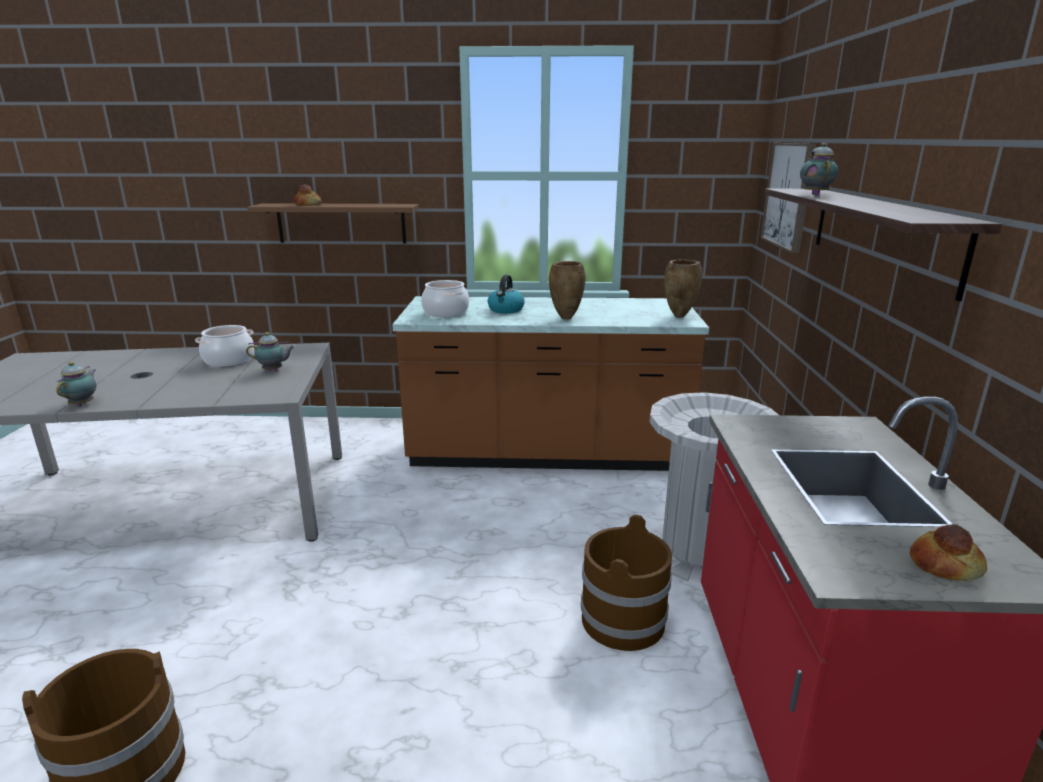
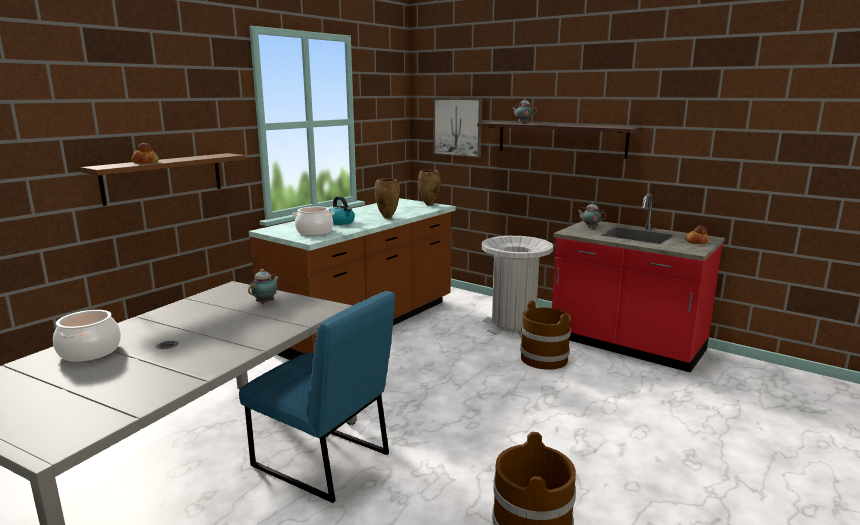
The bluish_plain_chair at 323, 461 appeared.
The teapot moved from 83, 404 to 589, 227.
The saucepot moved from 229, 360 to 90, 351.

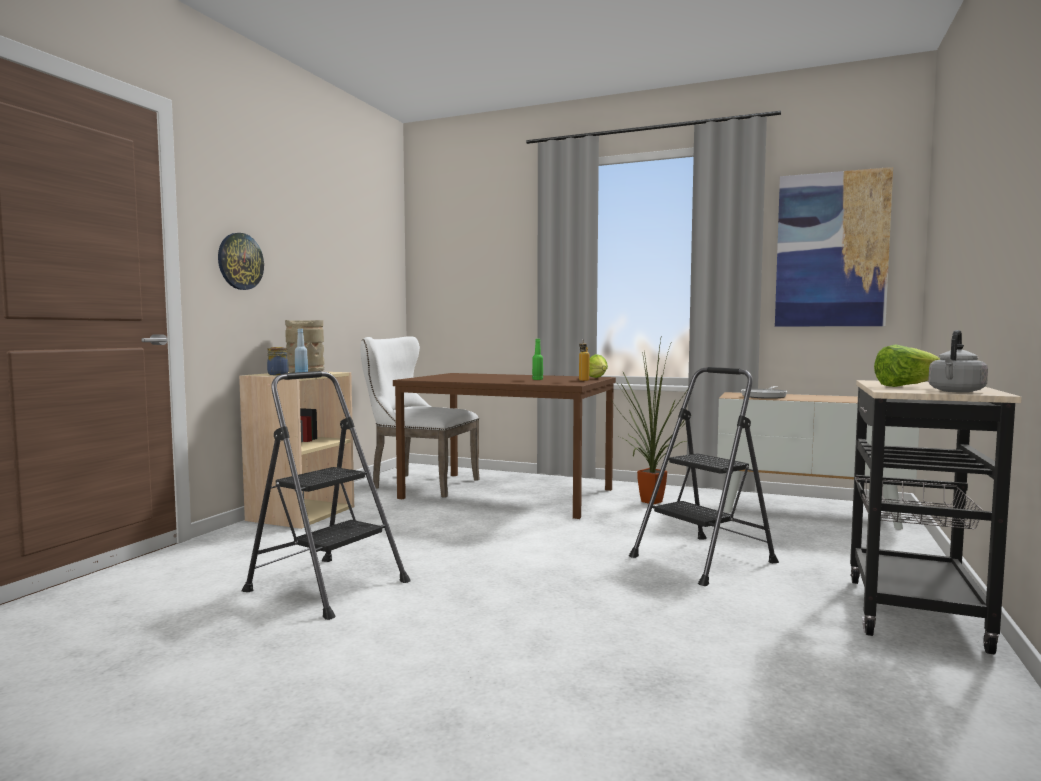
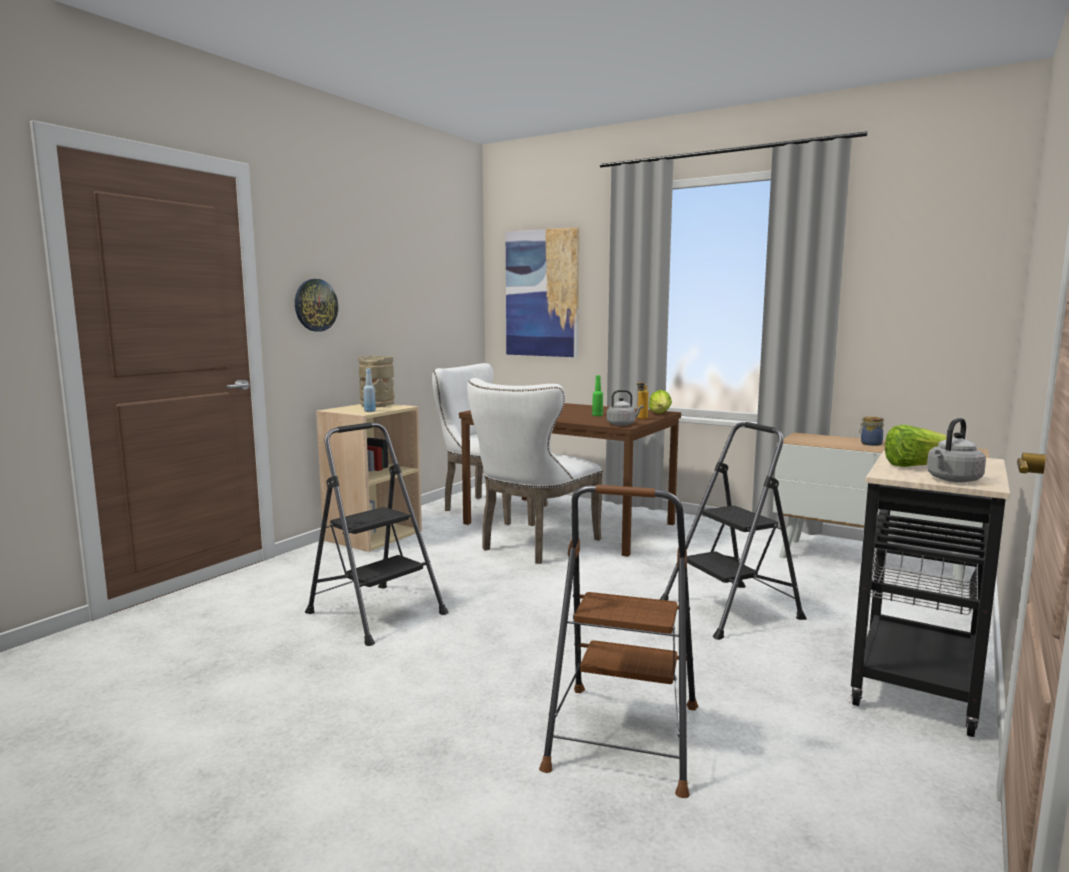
The plant_in_a_pot at 648, 502 disappeared.
The frying_pan at 765, 396 disappeared.
The white_plain_chair at 534, 545 appeared.
The brownish_step_ladder at 623, 738 appeared.
The gray_kettle at 622, 424 appeared.
The jar moved from 277, 374 to 870, 444.
The picture moved from 831, 250 to 542, 293.

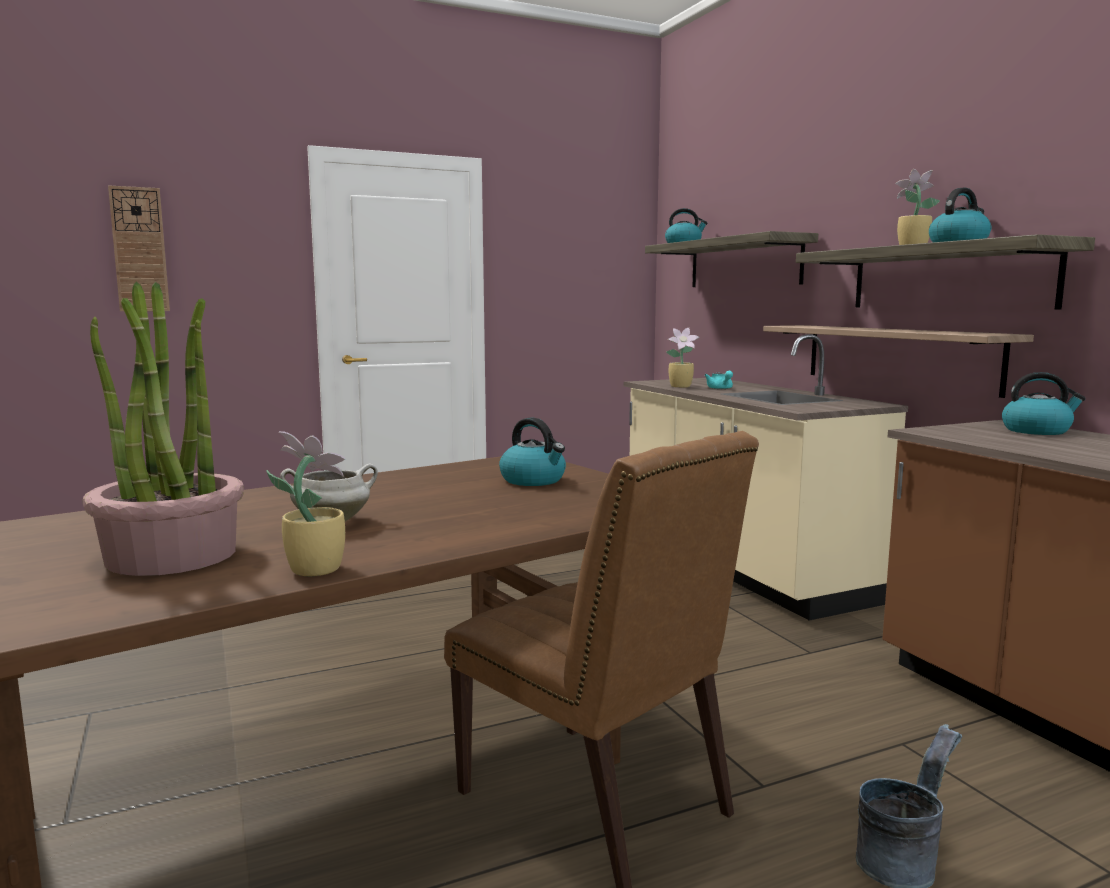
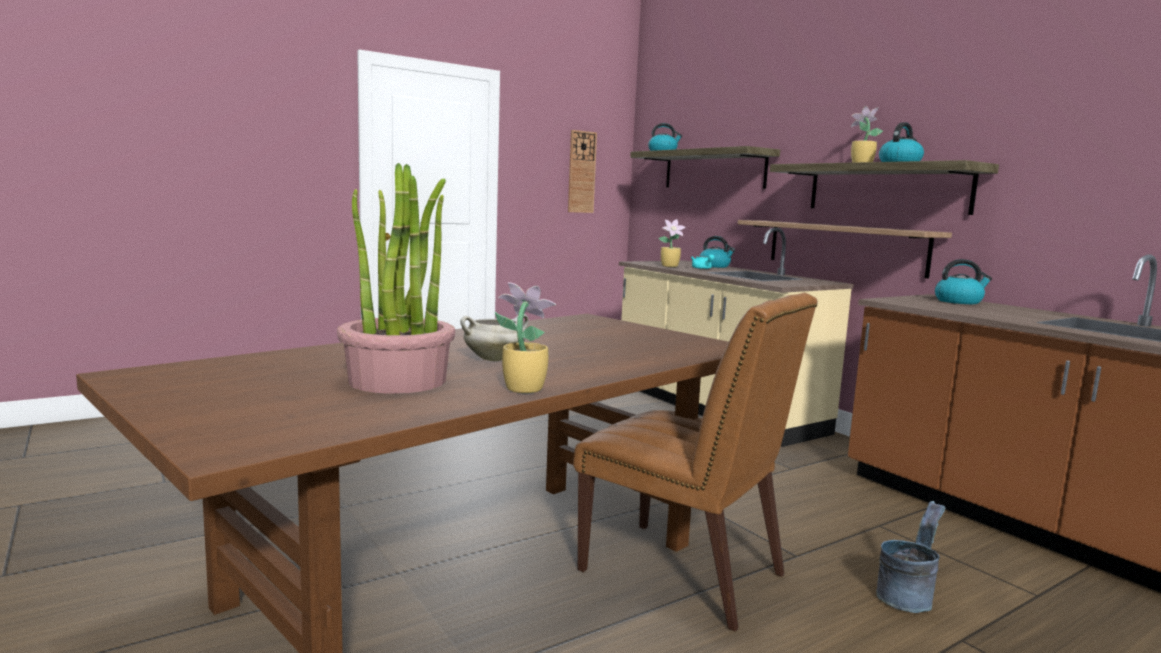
The wall_clock moved from 139, 250 to 581, 172.
The kettle moved from 534, 480 to 715, 266.

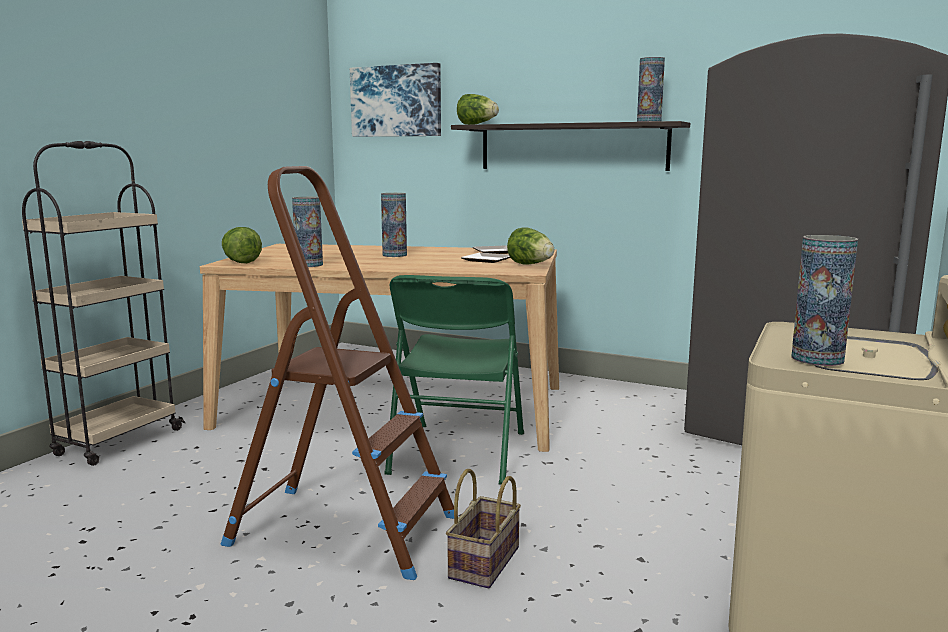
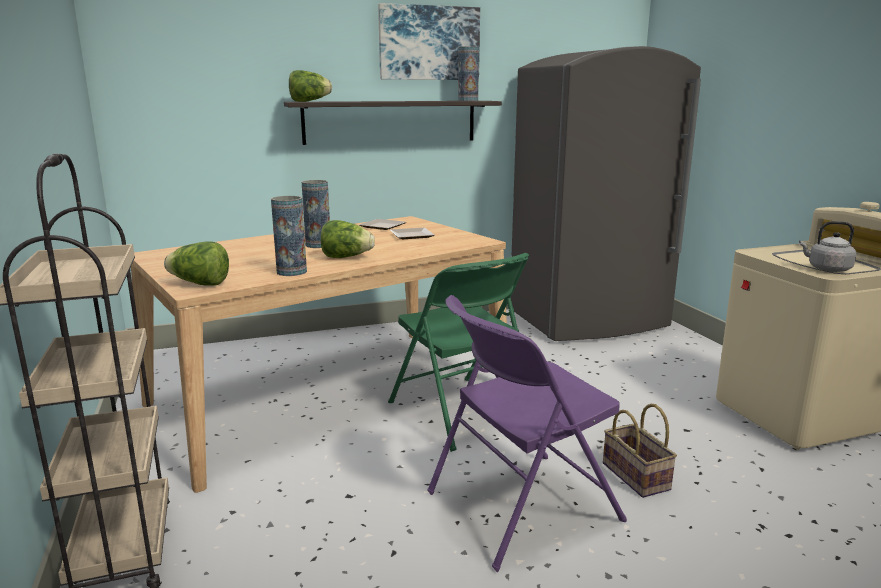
The picture moved from 396, 101 to 429, 43.
The lettuce_head moved from 531, 265 to 346, 257.
The brownish_step_ladder at 346, 530 was replaced by the purple_plain_chair at 522, 506.
The vase at 817, 359 was replaced by the gray_kettle at 826, 269.

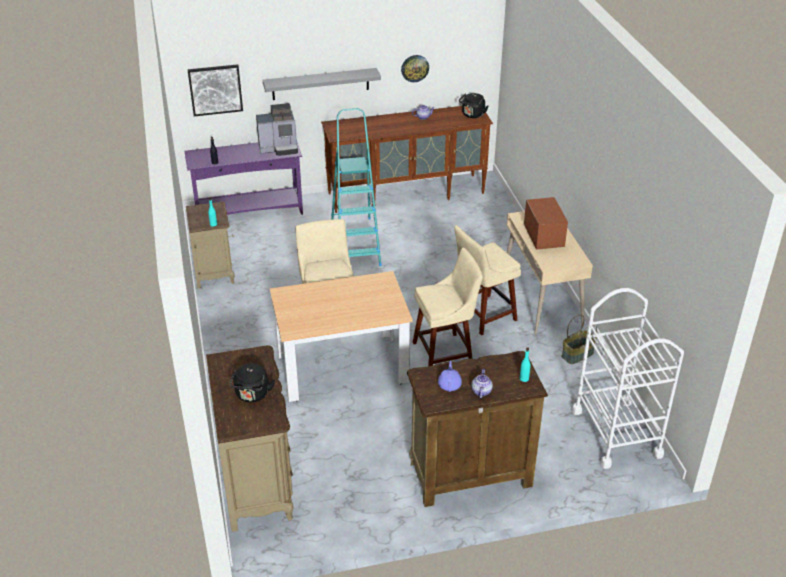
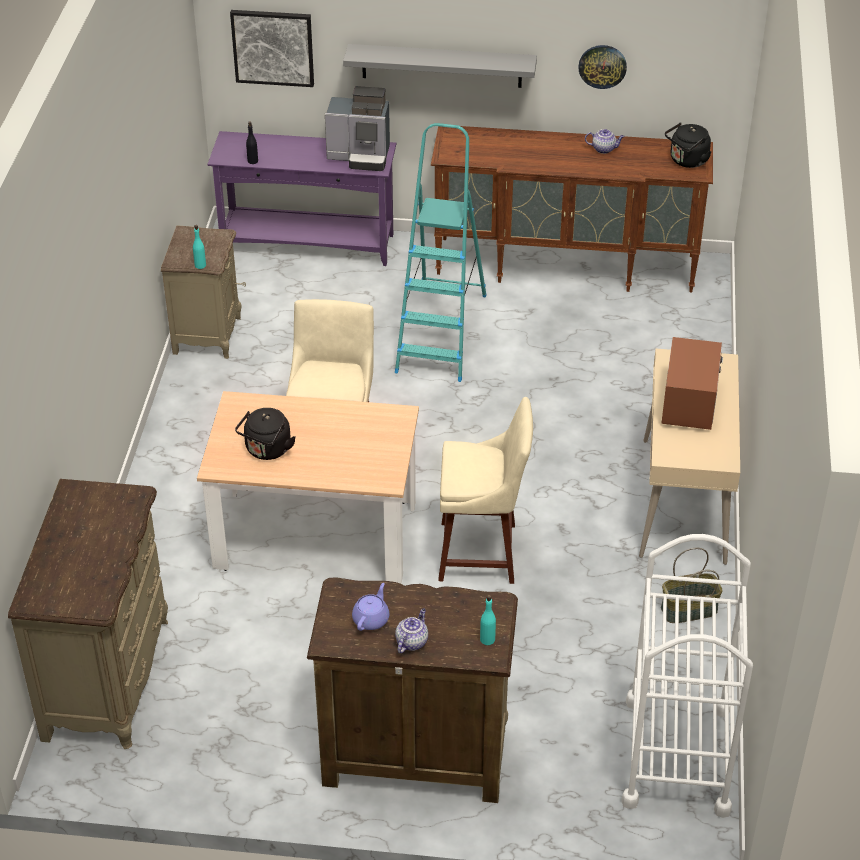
The beige_plain_chair at 481, 315 disappeared.
The blackish_kettle moved from 252, 395 to 267, 450.

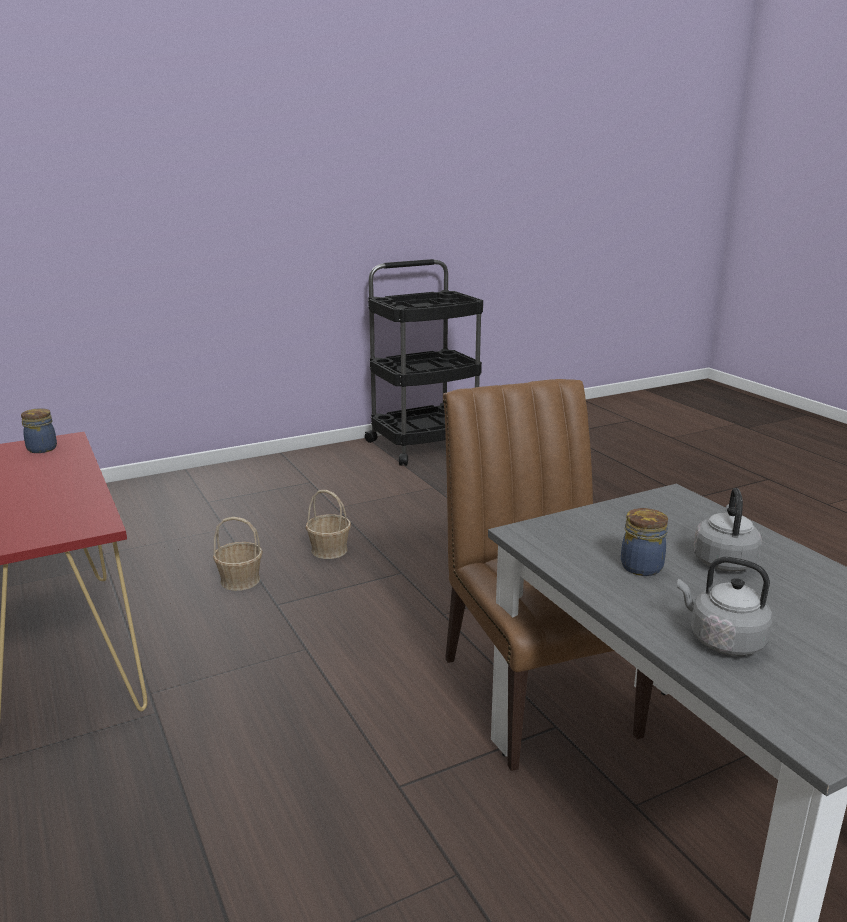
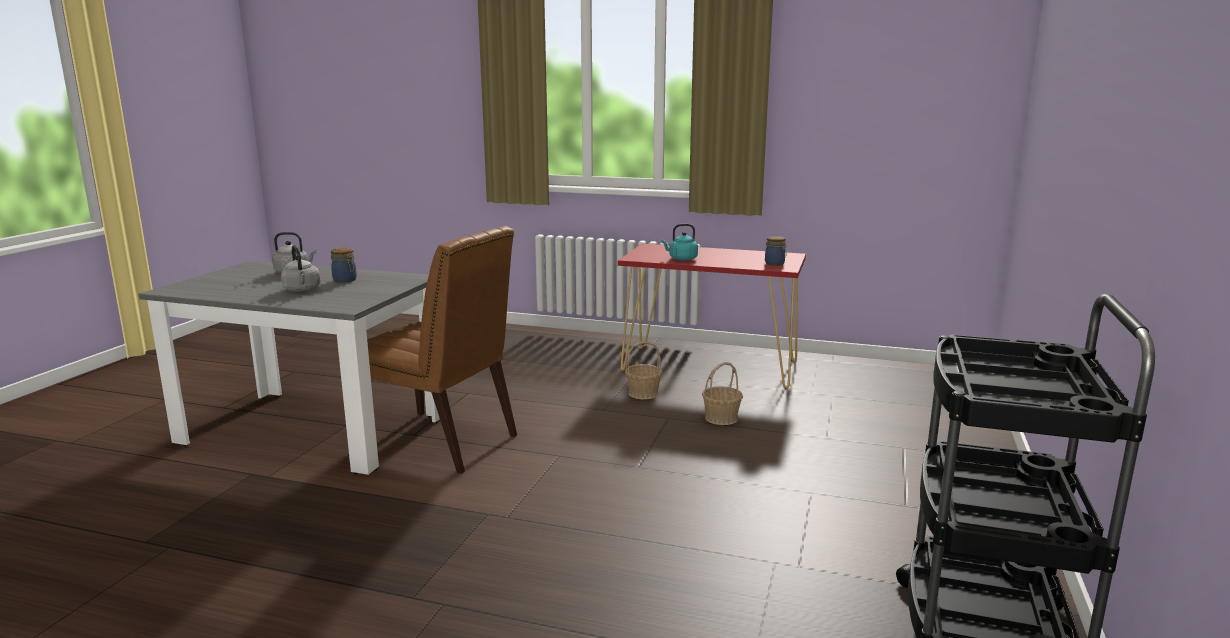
The turquoise-coloured_kettle at 681, 259 appeared.
The storage_basket moved from 329, 550 to 643, 393.

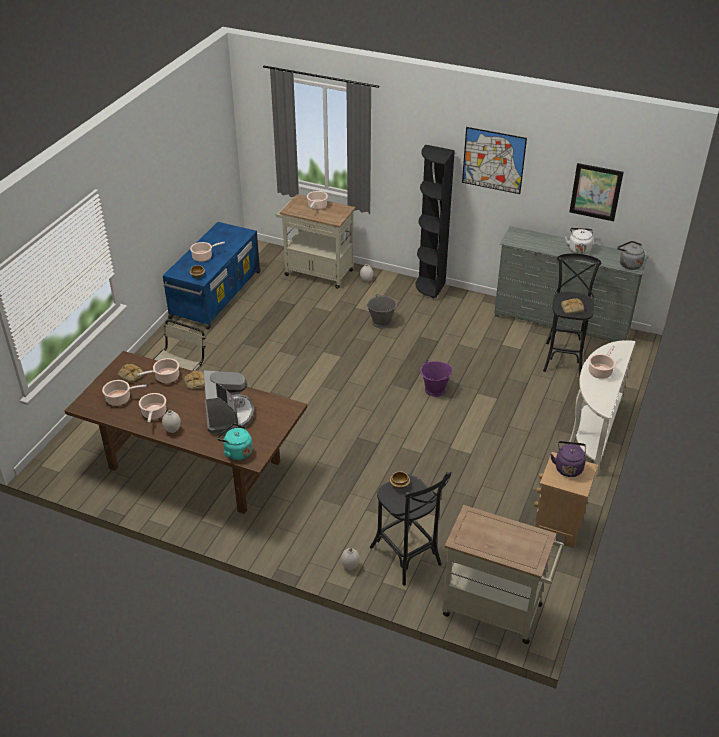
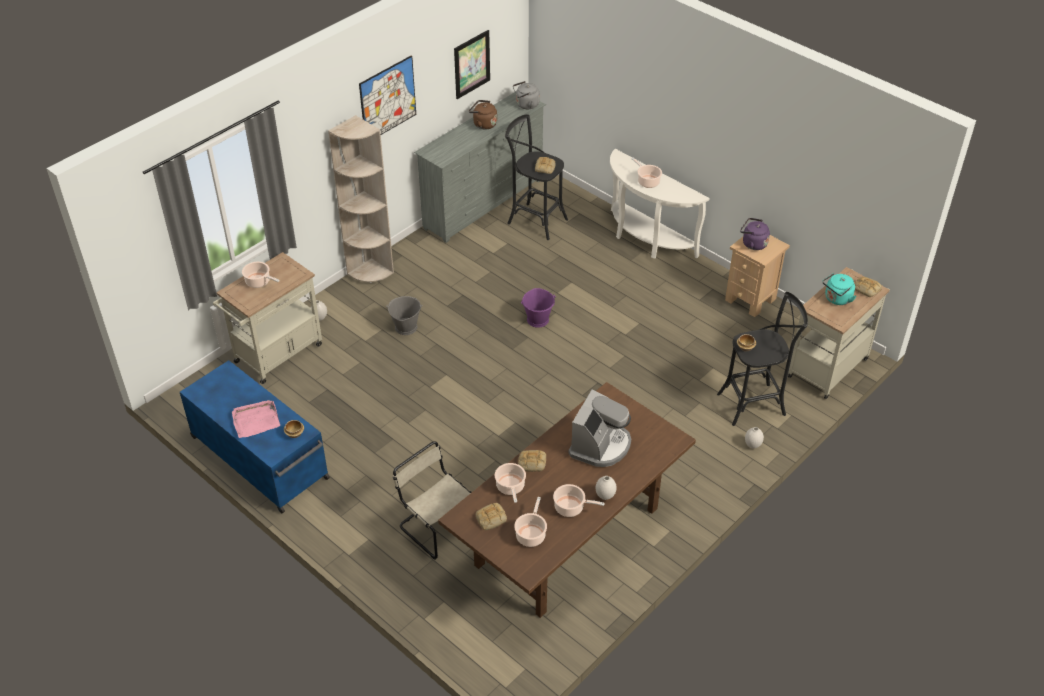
The bakery_bread at 866, 289 appeared.
The turquoise-coloured_kettle moved from 236, 452 to 837, 299.
The saucepot at 203, 257 was replaced by the pink-coloured_carrying_tray at 255, 420.
The blackish_shelving_unit at 428, 290 became the beige_shelving_unit at 370, 275.
The white_kettle at 579, 249 became the brownish_kettle at 483, 124.
The coffee_maker at 229, 415 turned 105 degrees clockwise.

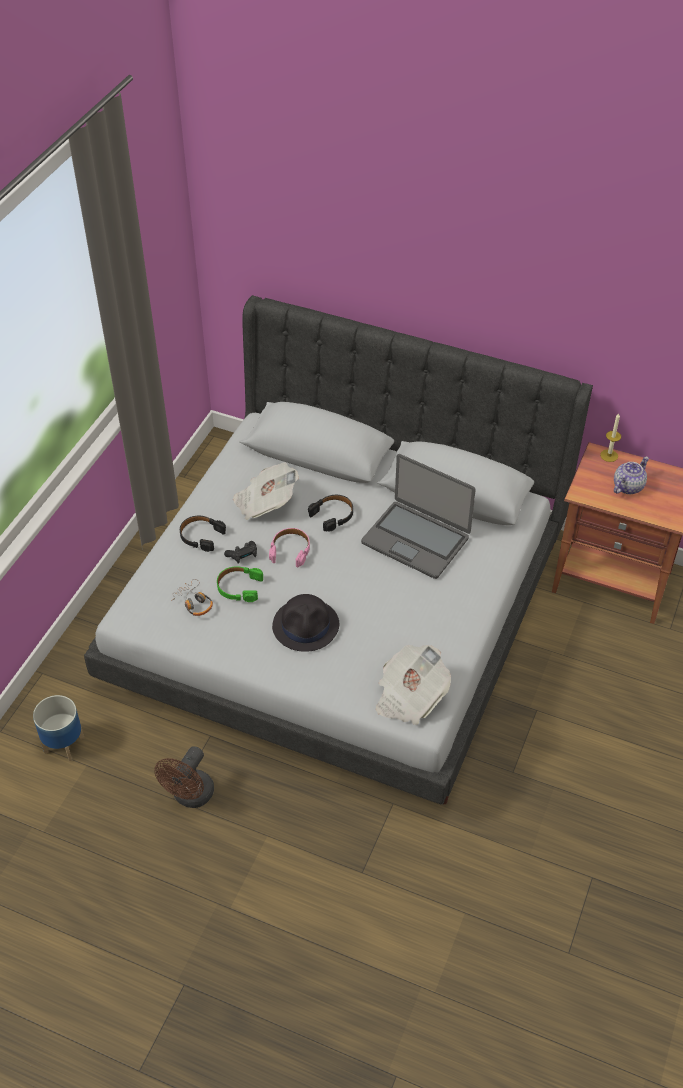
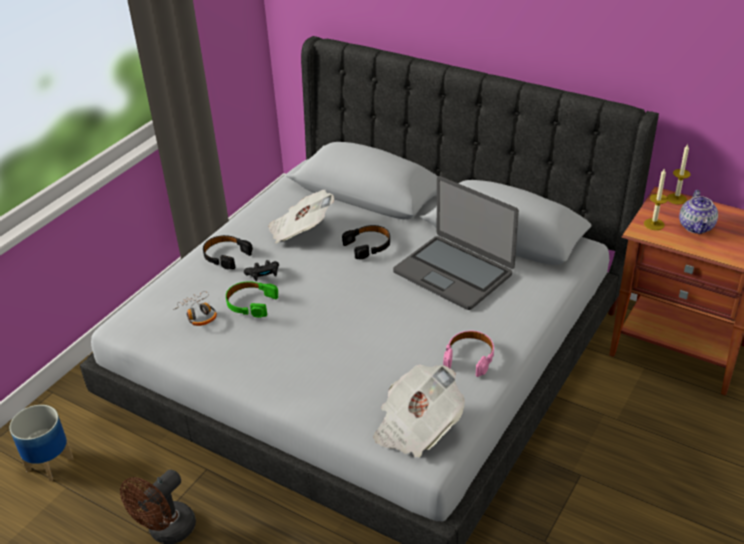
The blackish_clothing_hat at 306, 625 disappeared.
The candle at 654, 224 appeared.
The pink-coloured_pair_of_headphones moved from 290, 550 to 469, 357.
The teapot at 628, 486 turned 135 degrees clockwise.

